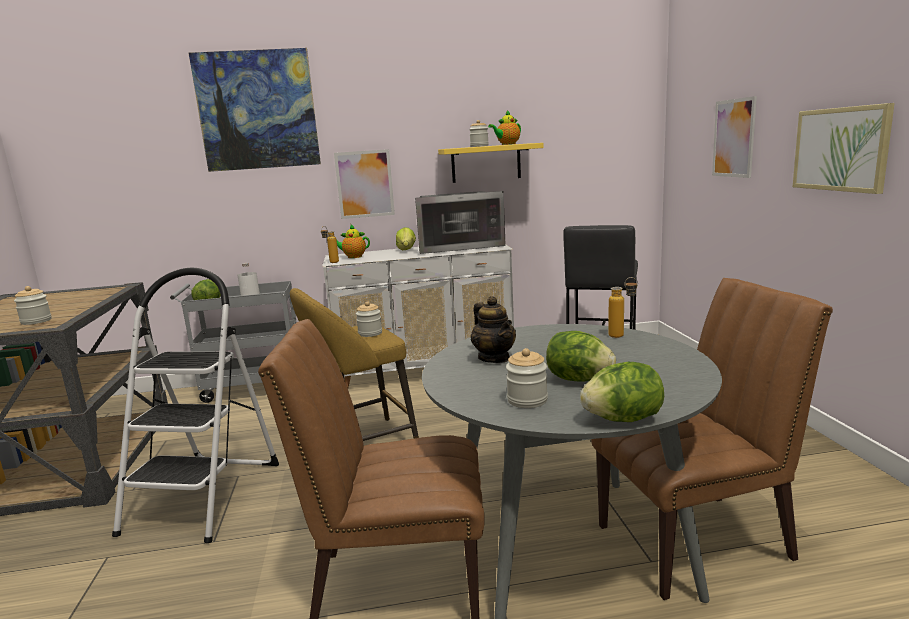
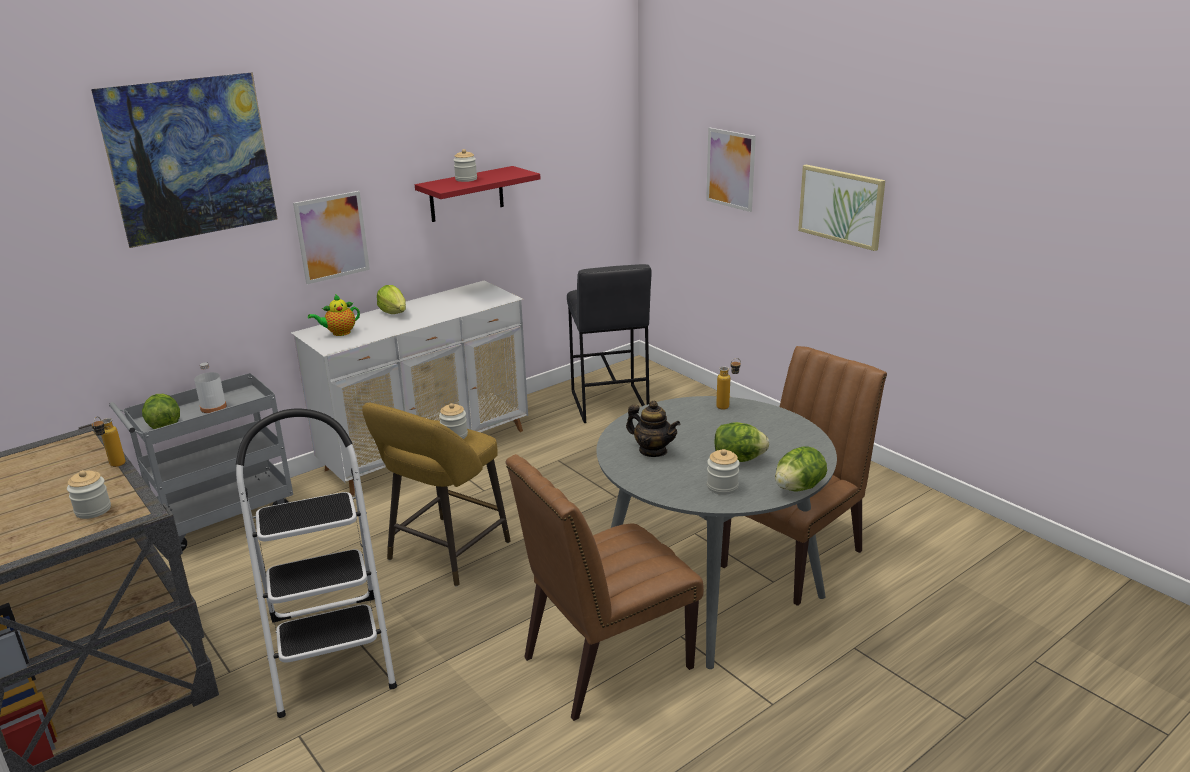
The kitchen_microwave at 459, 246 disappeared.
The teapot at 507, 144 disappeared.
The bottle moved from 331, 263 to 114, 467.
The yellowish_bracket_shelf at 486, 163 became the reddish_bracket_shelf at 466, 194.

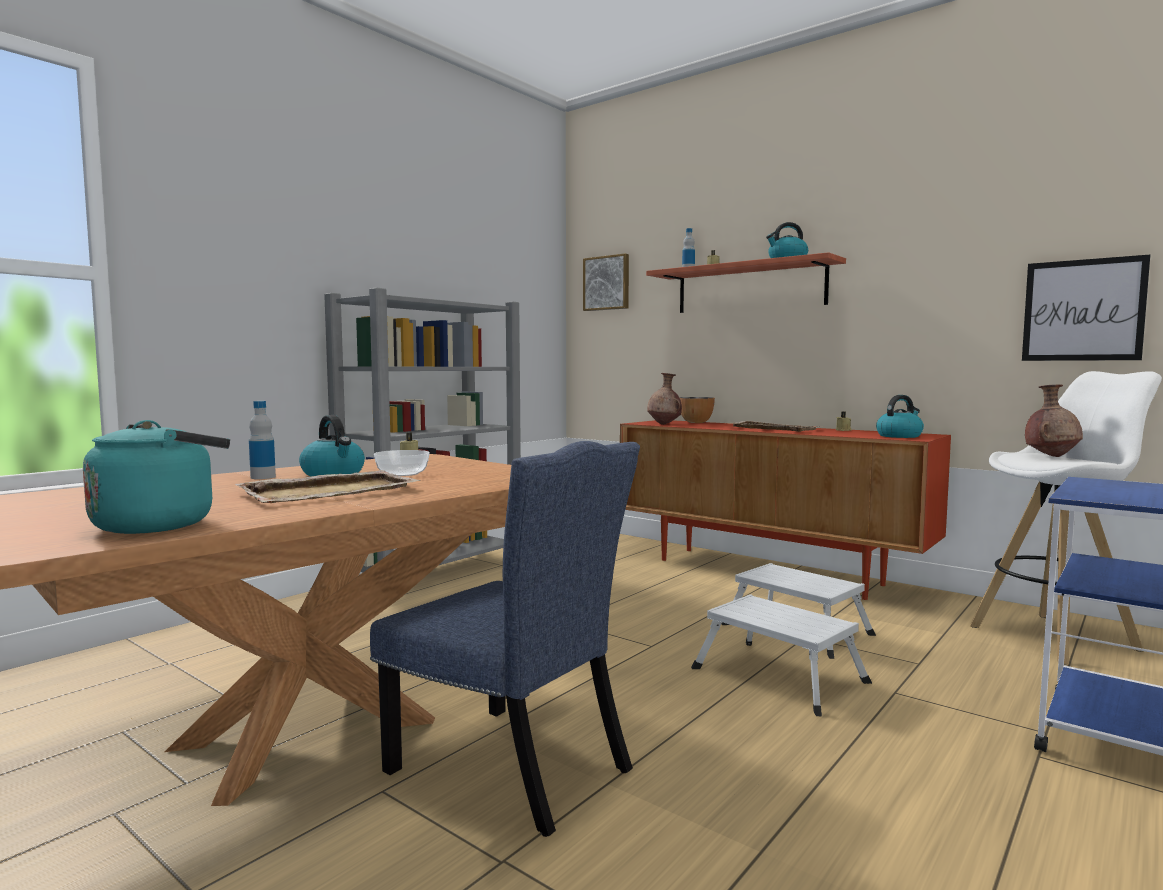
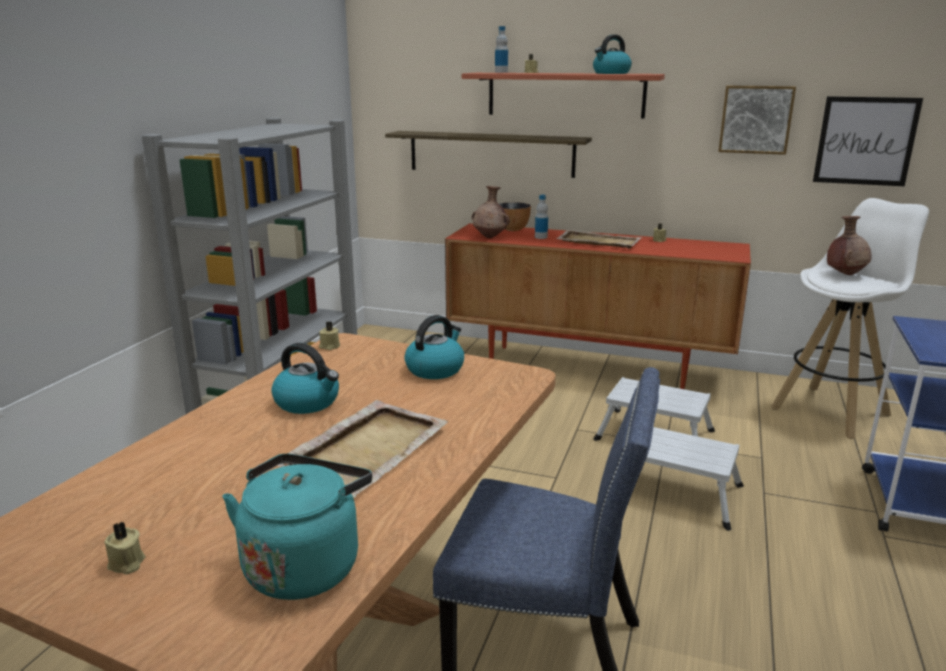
The serving_bowl at 401, 474 disappeared.
The beige_candle at 126, 564 appeared.
The bracket_shelf at 491, 153 appeared.
The bottle moved from 263, 477 to 541, 237.
The picture moved from 607, 283 to 755, 119.
The kettle moved from 899, 436 to 435, 369.

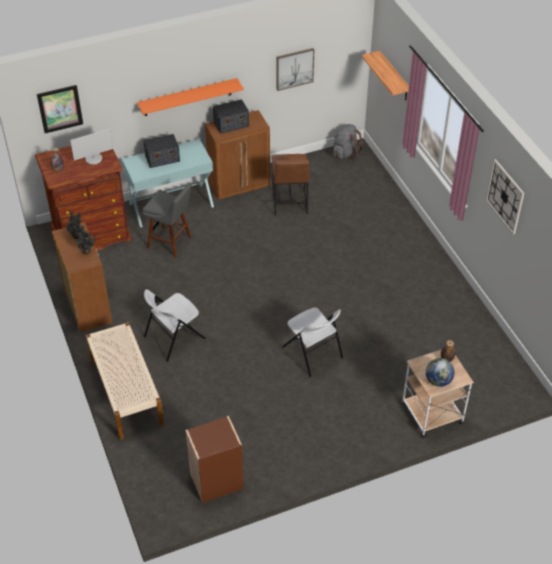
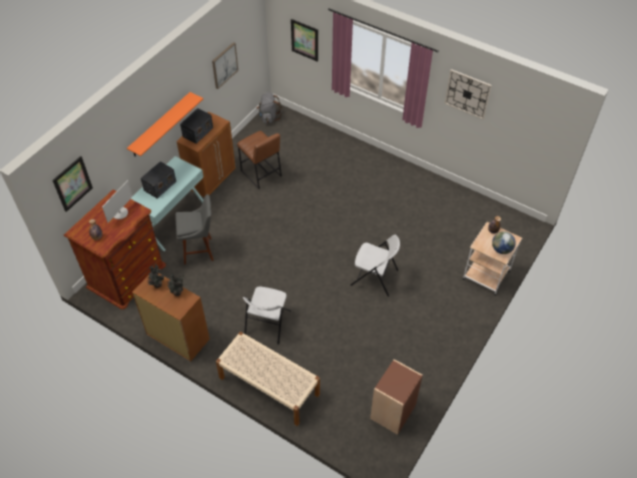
The bracket_shelf at 394, 77 was replaced by the picture at 305, 40.

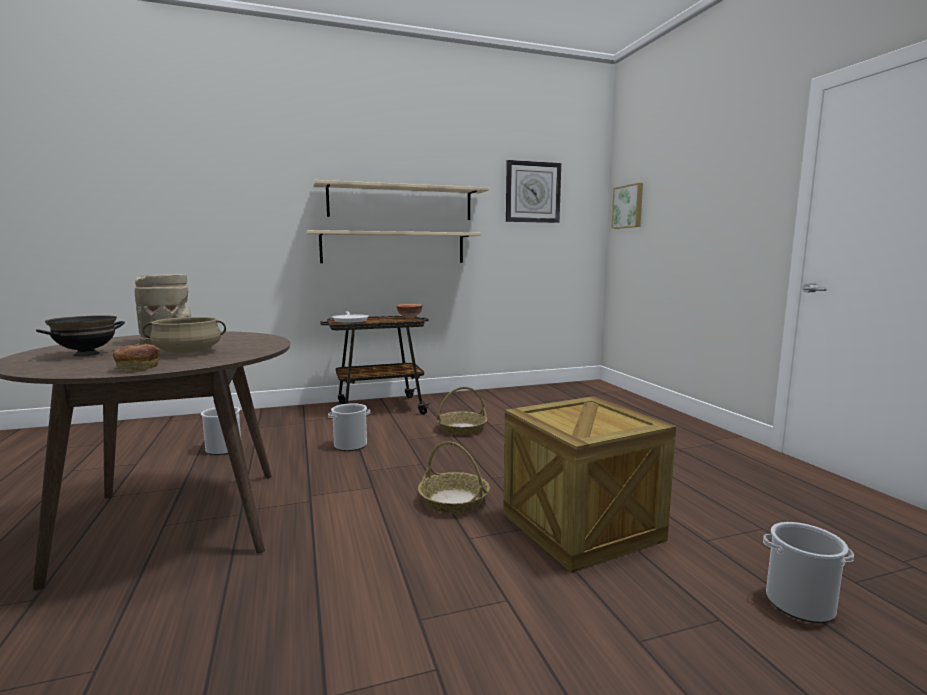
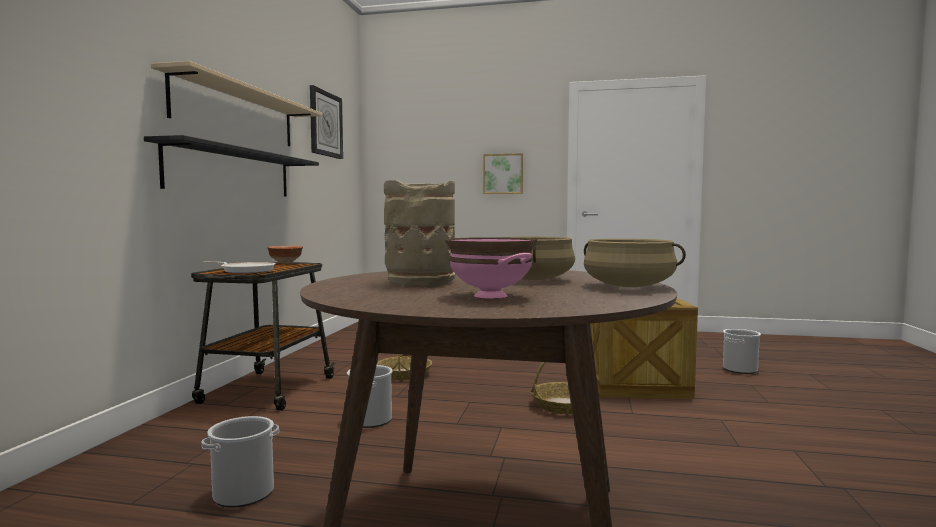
The picture moved from 628, 206 to 503, 174.
The bakery_bread at 137, 368 was replaced by the beige_saucepot at 629, 286.
The blackish_serving_bowl at 86, 354 became the pink-coloured_serving_bowl at 491, 296.
The beige_bracket_shelf at 393, 247 became the blackish_bracket_shelf at 233, 172.

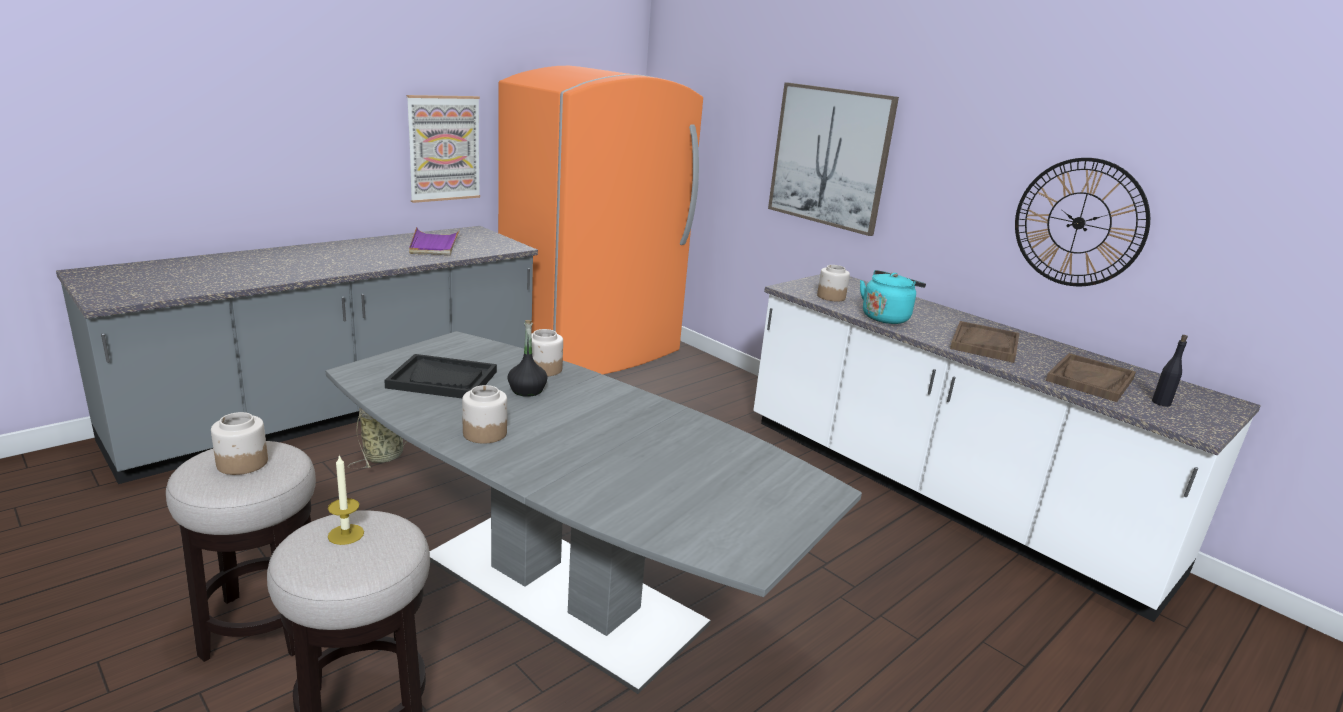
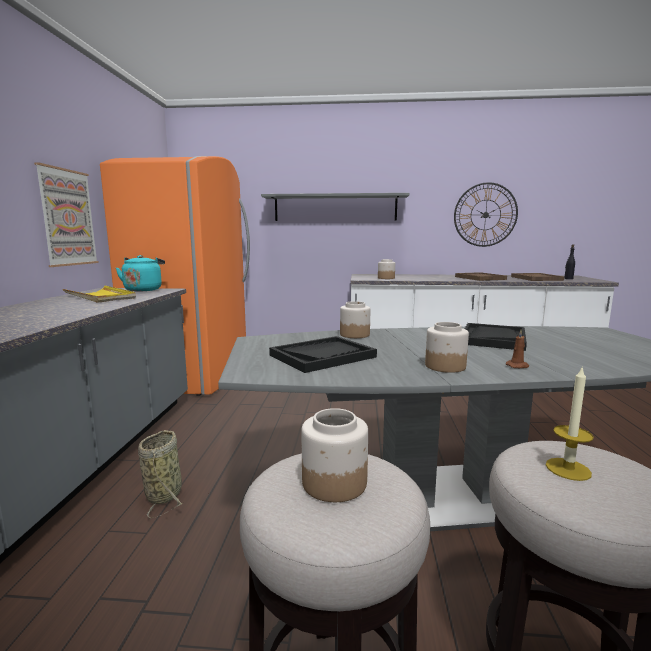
The blackish_bottle at 527, 390 disappeared.
The blackish_carrying_tray at 493, 338 appeared.
The brownish_candle at 518, 366 appeared.
The turquoise-coloured_kettle moved from 886, 317 to 144, 290.
The picture at 830, 157 was replaced by the gray_bracket_shelf at 335, 208.
The purple_carrying_tray at 434, 244 became the yellowish_carrying_tray at 100, 297.

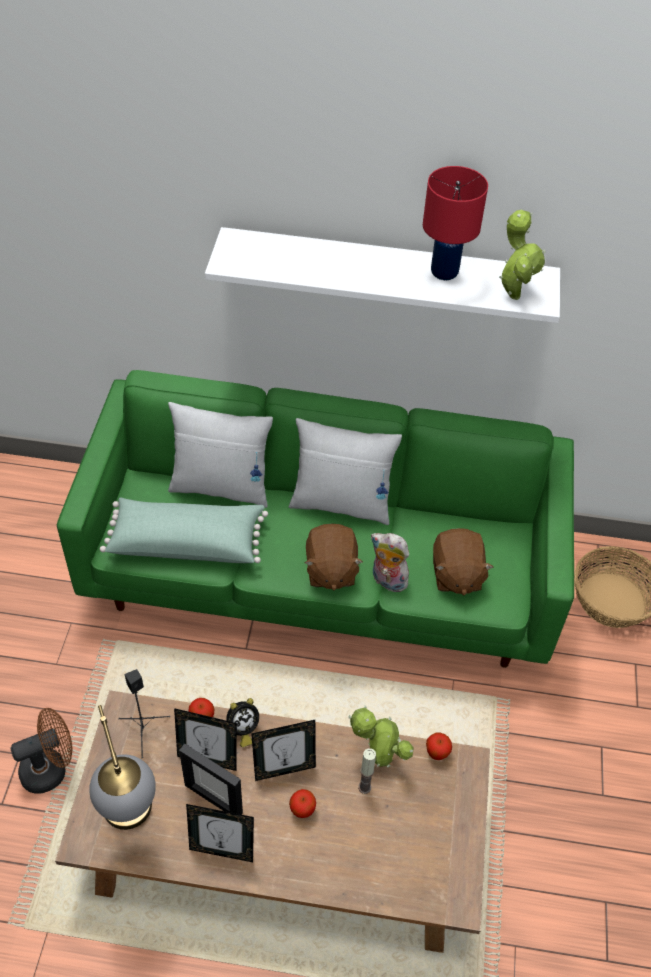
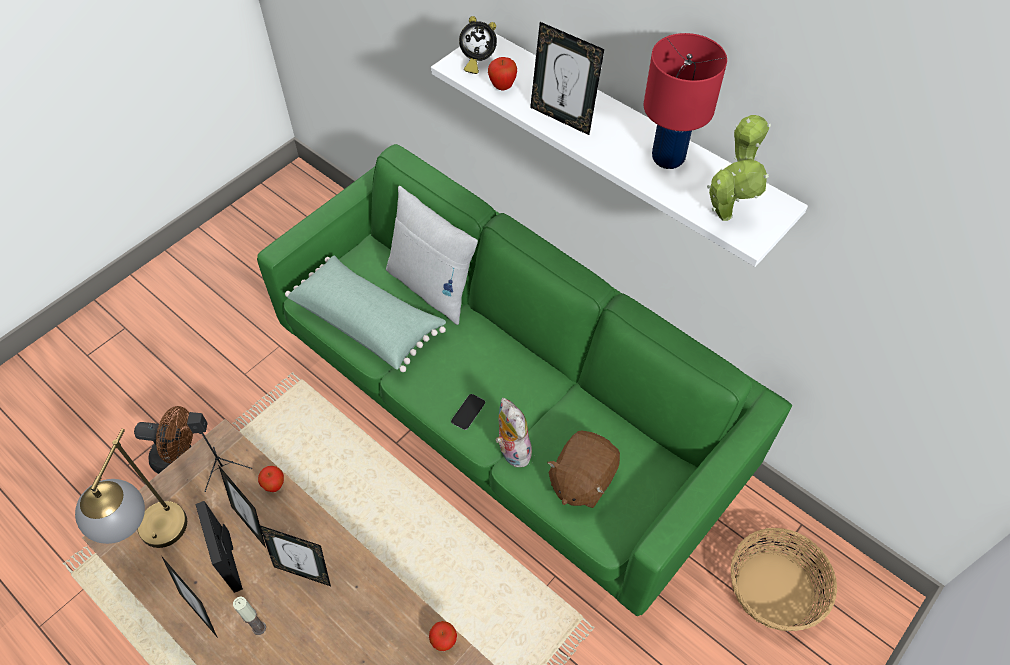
The gray_cushion at 341, 505 disappeared.
The plant_in_a_pot at 378, 759 disappeared.
The photo_frame at 562, 118 appeared.
The bedside_clock moved from 242, 730 to 477, 62.
The apple moved from 302, 810 to 502, 87.
The candle moved from 364, 787 to 259, 628.
The brownish_plush_toy at 330, 570 was replaced by the telephone at 468, 412.

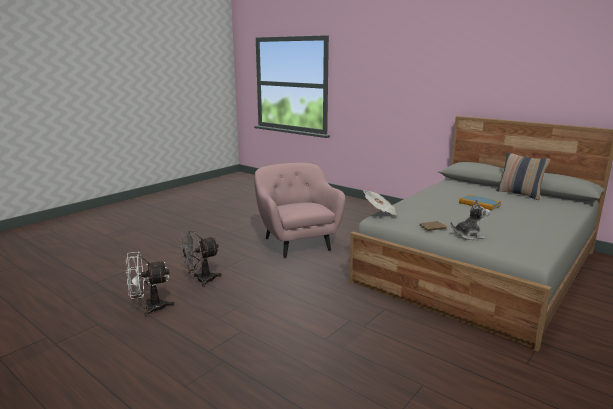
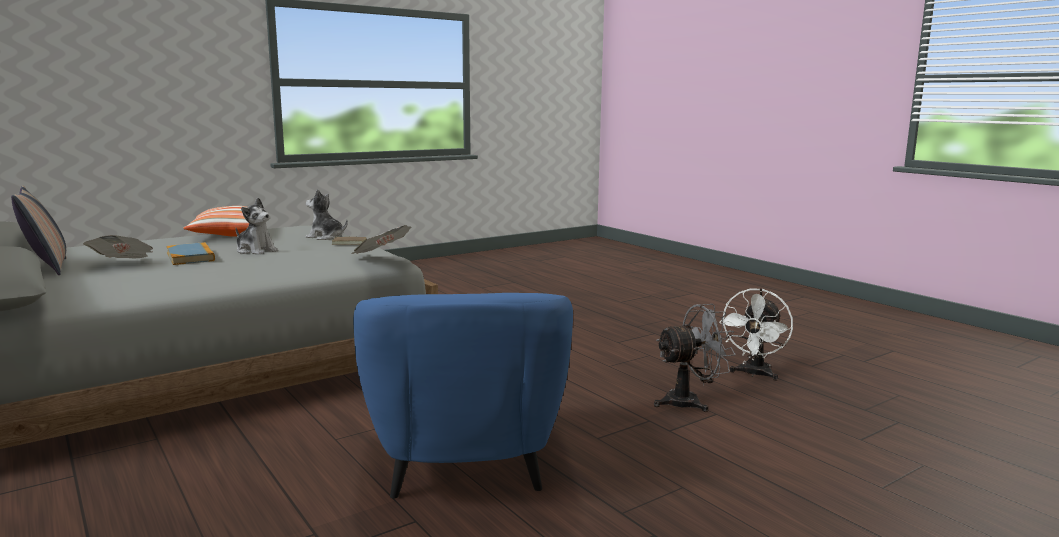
The printed_paper at 123, 264 appeared.
The cushion at 229, 235 appeared.
The plush_toy at 256, 251 appeared.
The pink-coloured_armchair at 297, 242 became the bluish_armchair at 465, 462.
The white_electric_fan at 149, 308 turned 120 degrees clockwise.

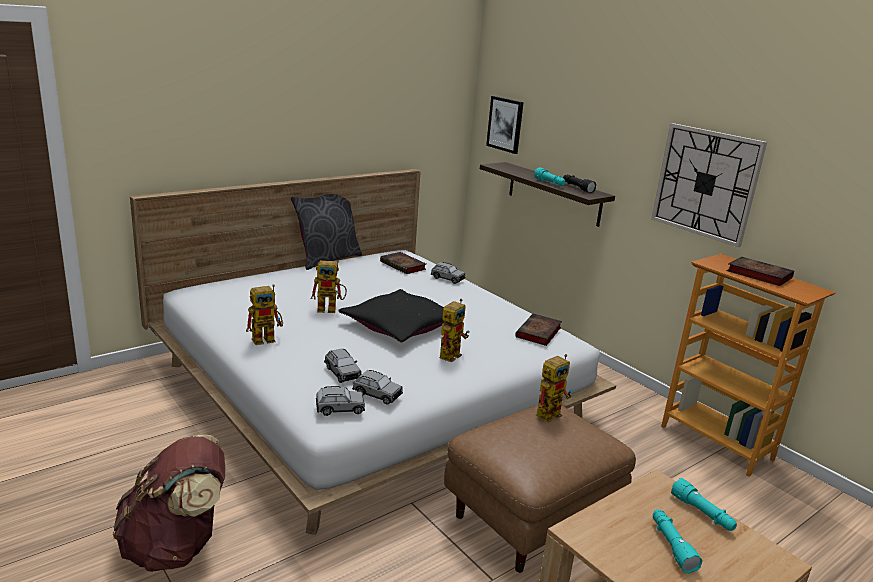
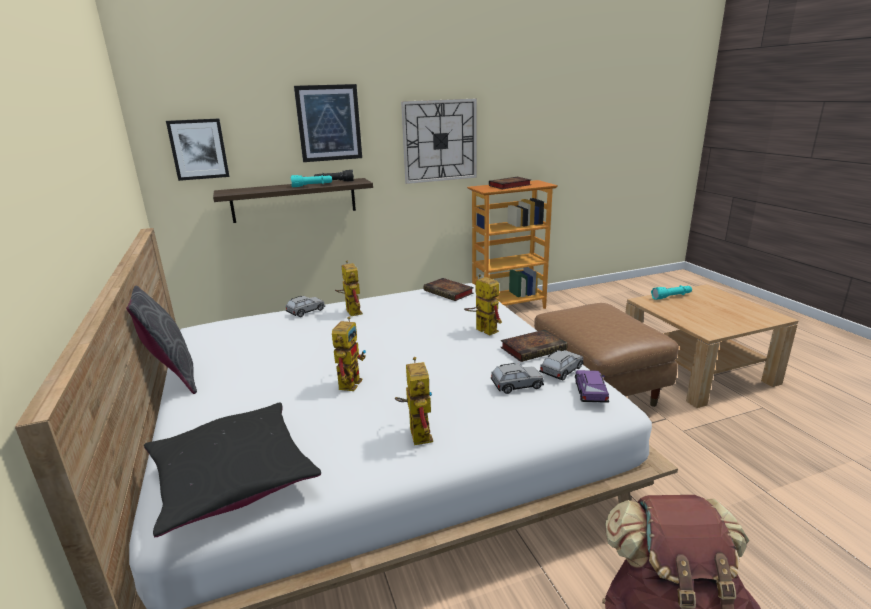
The turquoise-coloured_hand_torch at 671, 546 disappeared.
The picture at 329, 123 appeared.
The blackish_cushion moved from 400, 326 to 232, 476.
The book moved from 404, 266 to 534, 348.
The model_robot moved from 550, 412 to 351, 311.
The gray_model_car at 340, 408 became the purple_model_car at 590, 393.

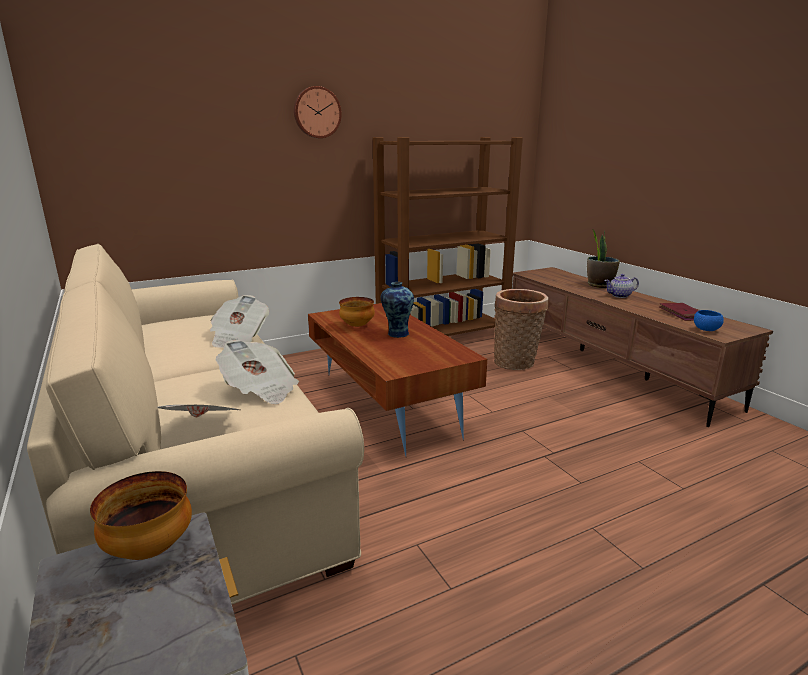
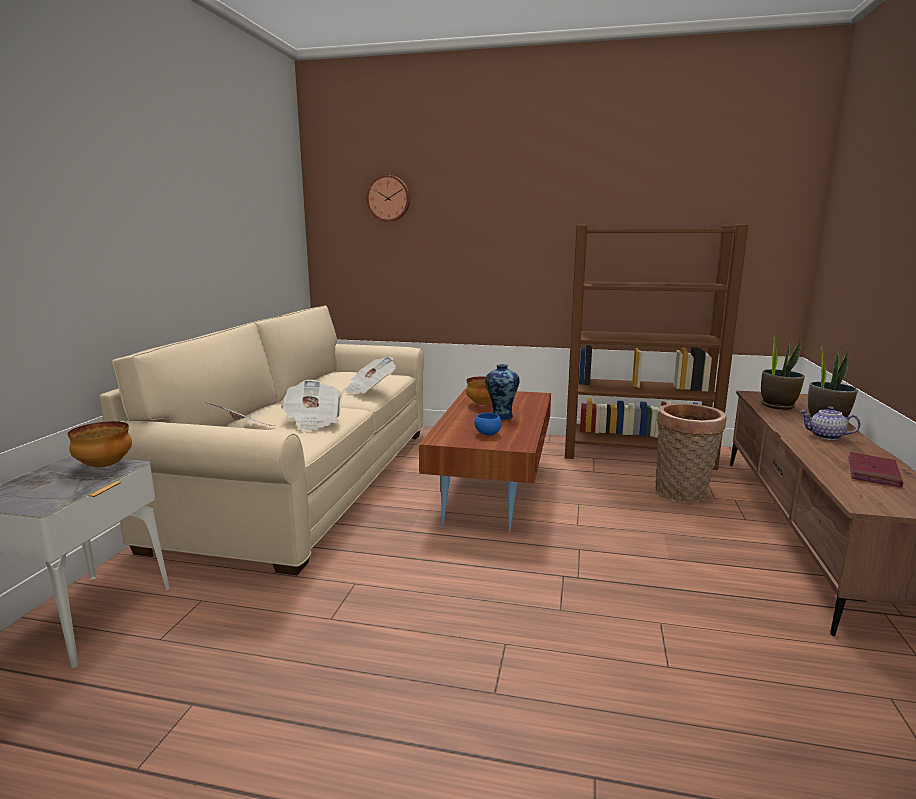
The plant_in_a_pot at 777, 406 appeared.
The wall_clock moved from 317, 112 to 389, 198.
The bluish_serving_bowl moved from 706, 330 to 487, 434.

